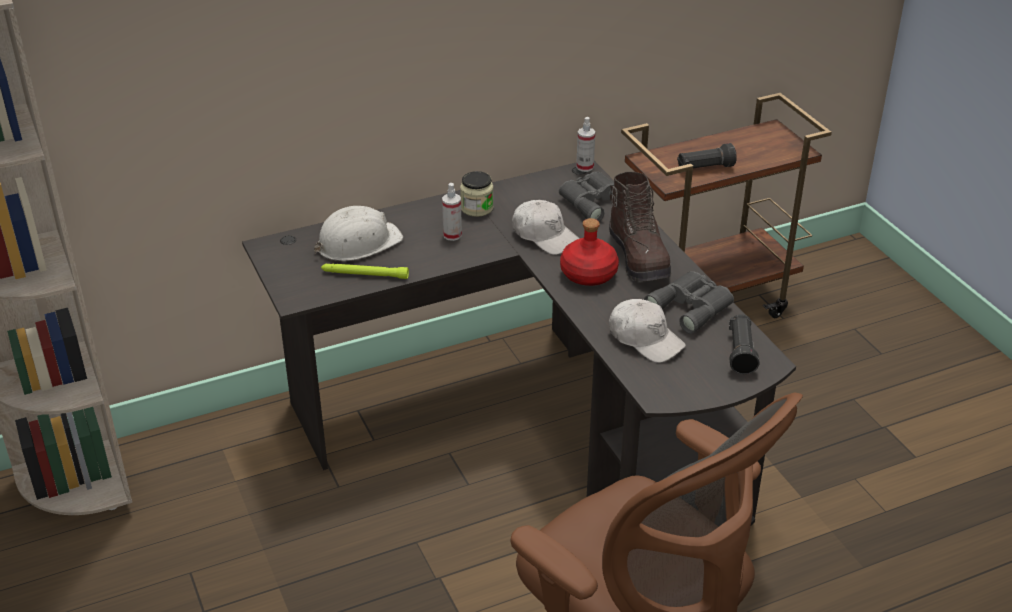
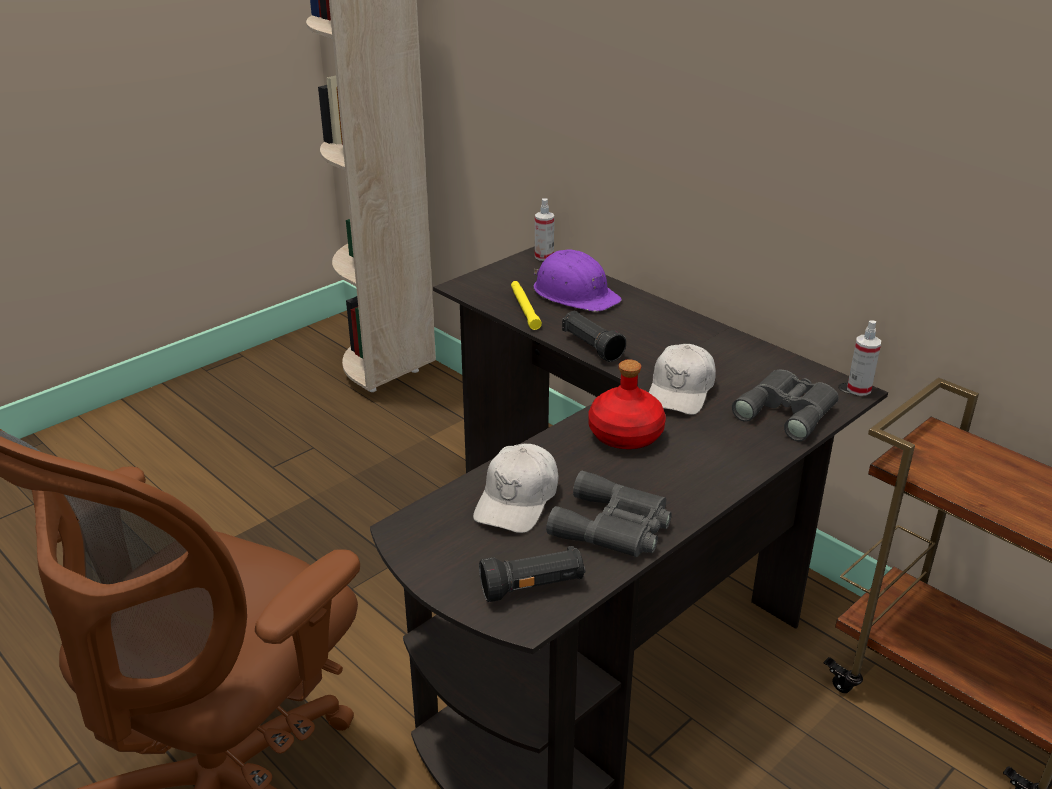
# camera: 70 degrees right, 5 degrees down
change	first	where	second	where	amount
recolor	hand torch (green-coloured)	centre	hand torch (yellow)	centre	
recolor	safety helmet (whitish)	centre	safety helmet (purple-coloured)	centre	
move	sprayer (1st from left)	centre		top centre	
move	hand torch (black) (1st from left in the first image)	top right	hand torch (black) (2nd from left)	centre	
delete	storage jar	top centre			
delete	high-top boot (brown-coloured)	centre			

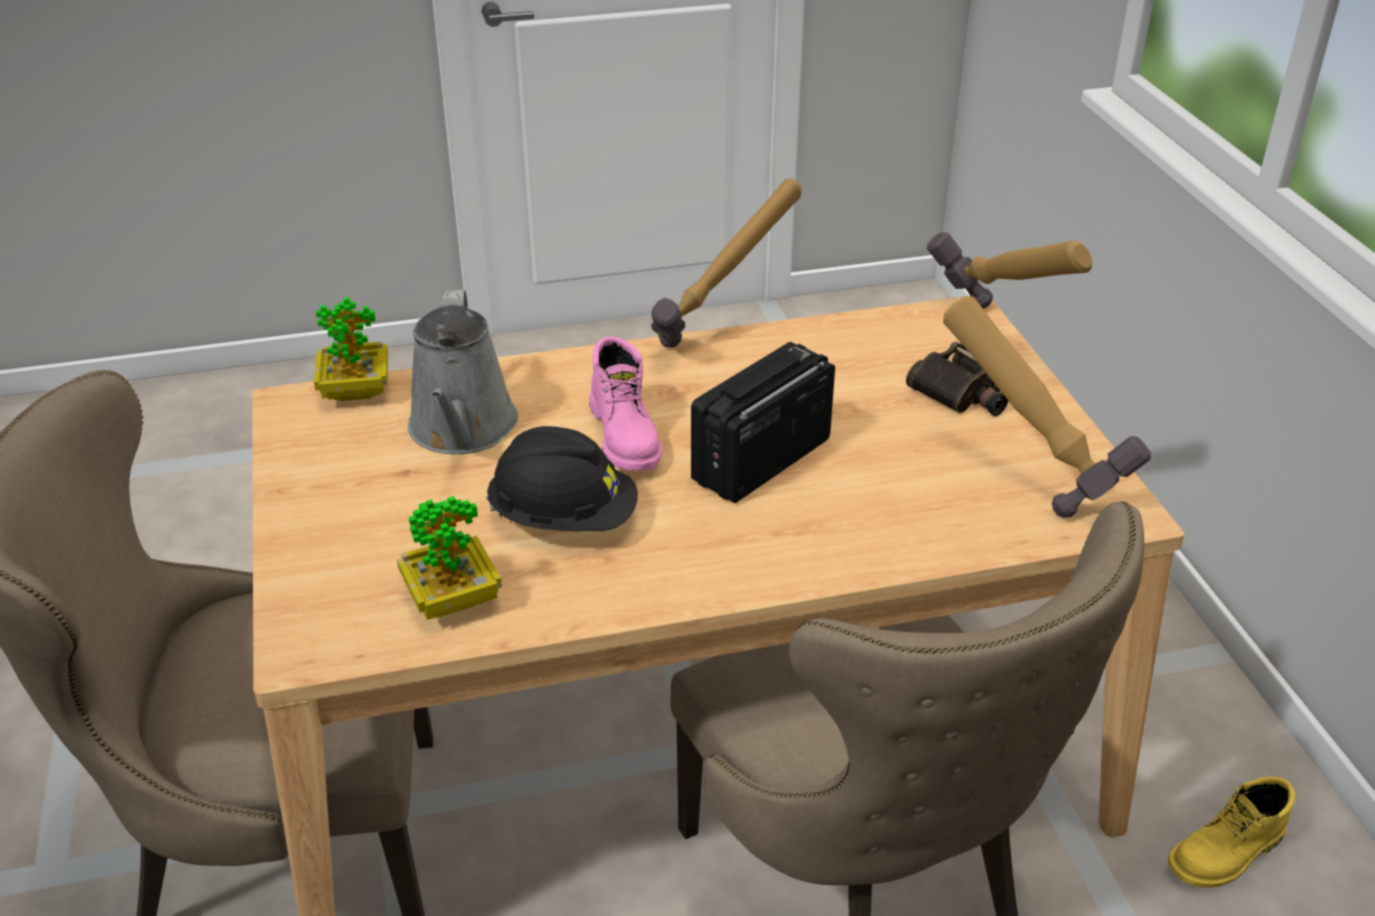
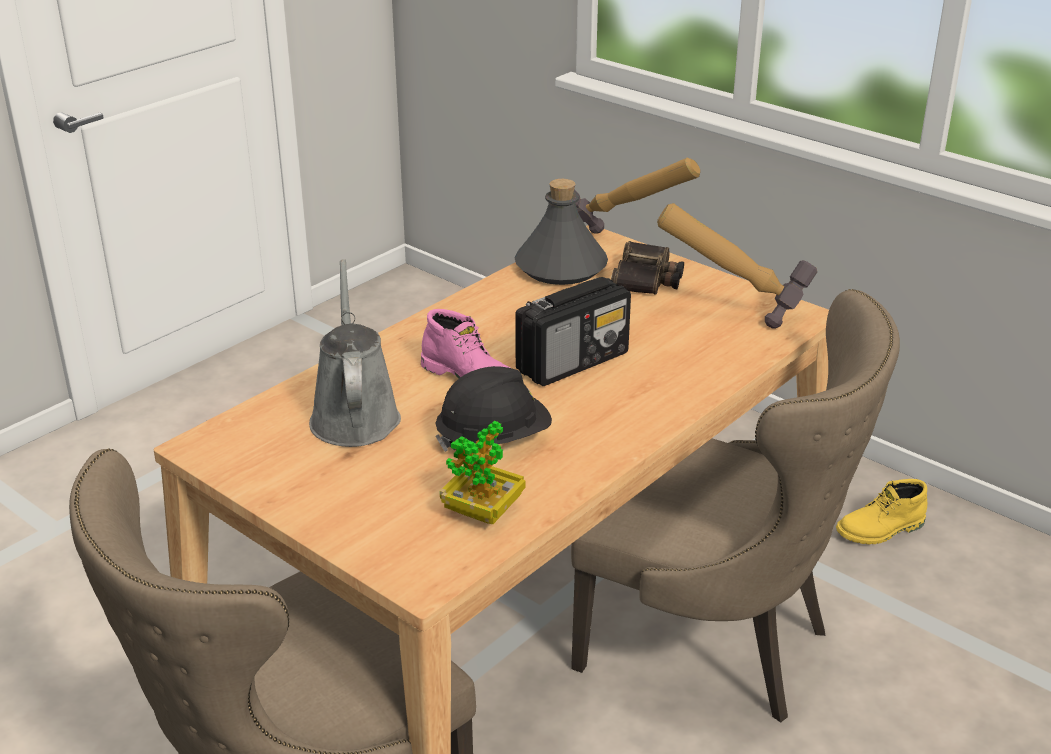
# camera: 35 degrees left, 5 degrees down
change	first	where	second	where	amount
rotate	sprinkling can (gray)	centre		centre	150 degrees counterclockwise
insert			bottle (gray)	top centre	
rotate	radio set	centre		centre	135 degrees counterclockwise
rotate	high-top boot (yellow)	bottom right		bottom right	45 degrees clockwise
delete	potted plant (1st from left)	middle left			
delete	hammer (1st from left)	top centre			

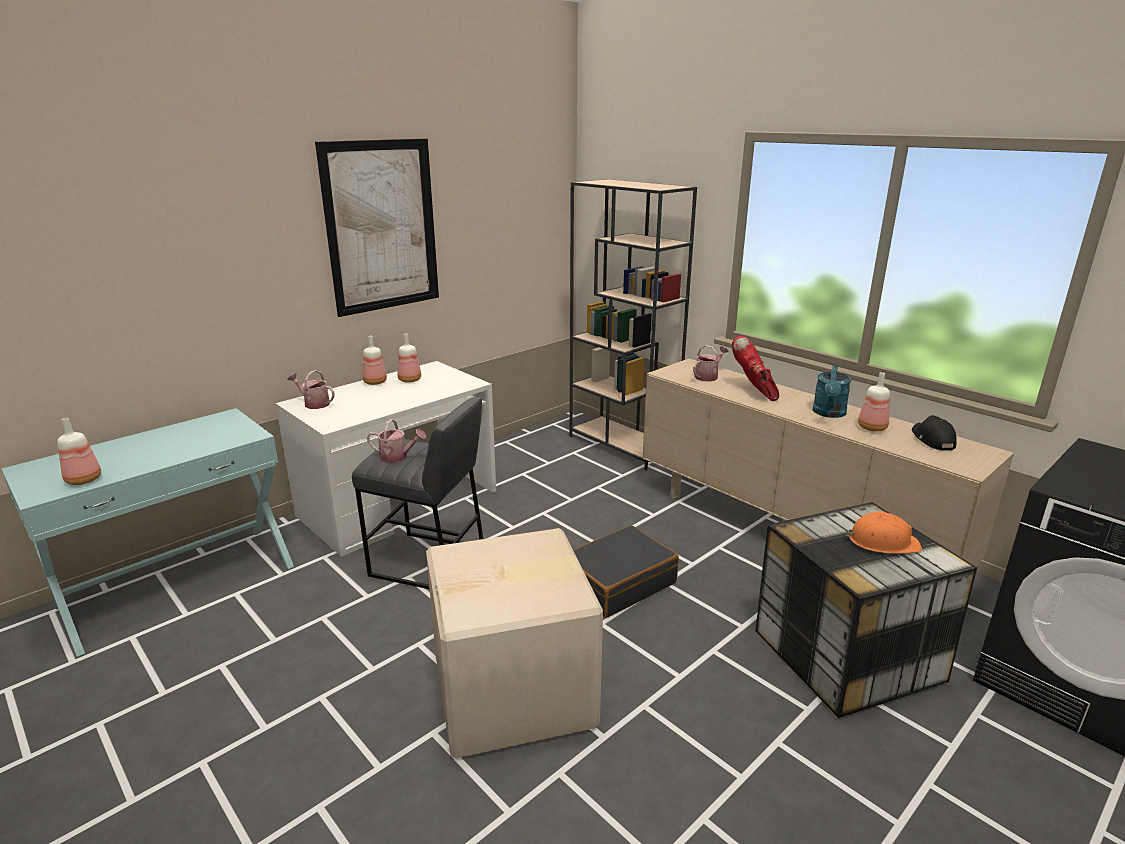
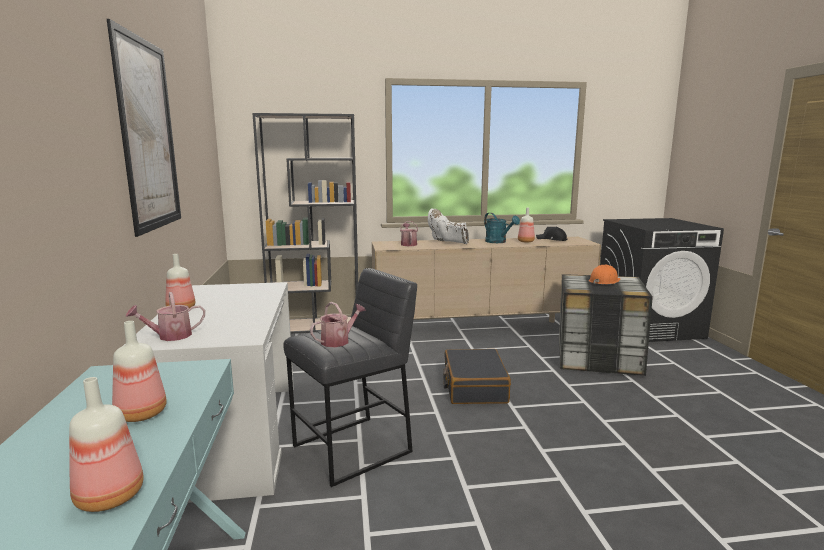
# camera: 55 degrees left, 10 degrees down
change	first	where	second	where	amount
move	bottle (3rd from left in the first image)	centre	bottle (2nd from left)	bottom left	
recolor	high-top boot (red-coloured)	middle right	high-top boot (whitish)	centre	
delete	packing box	bottom centre			

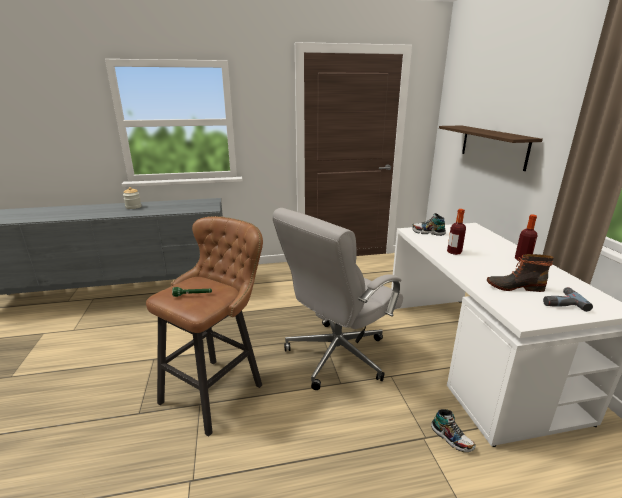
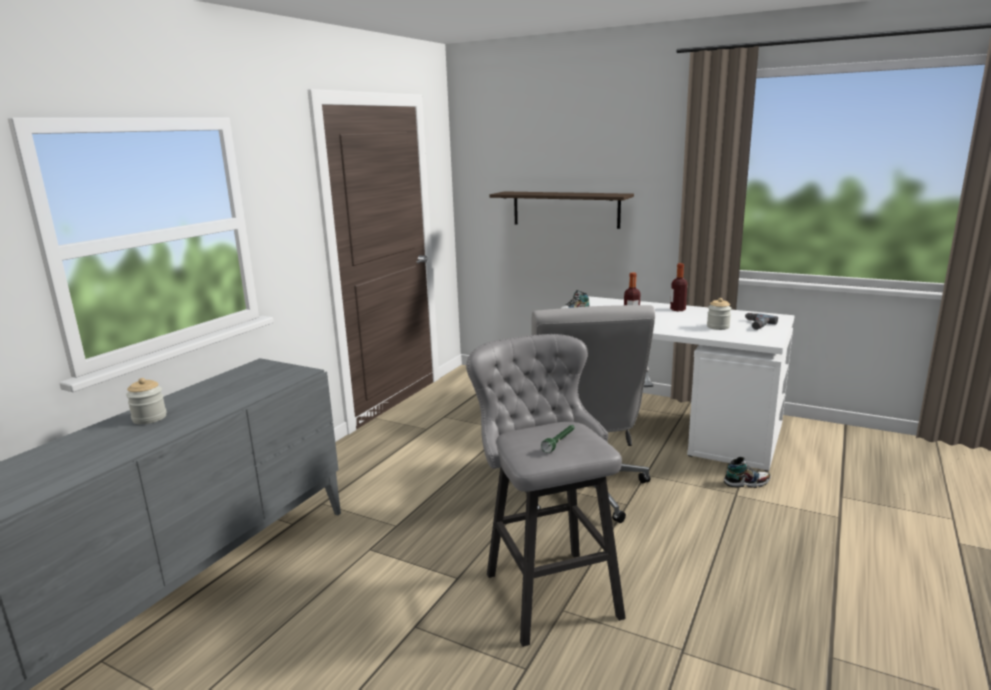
# camera: 50 degrees left, 5 degrees down
change	first	where	second	where	amount
recolor	sitting stool (brown-coloured)	middle left	sitting stool (gray)	bottom centre	
replace	high-top boot	middle right	storage jar (2nd from left)	middle right	

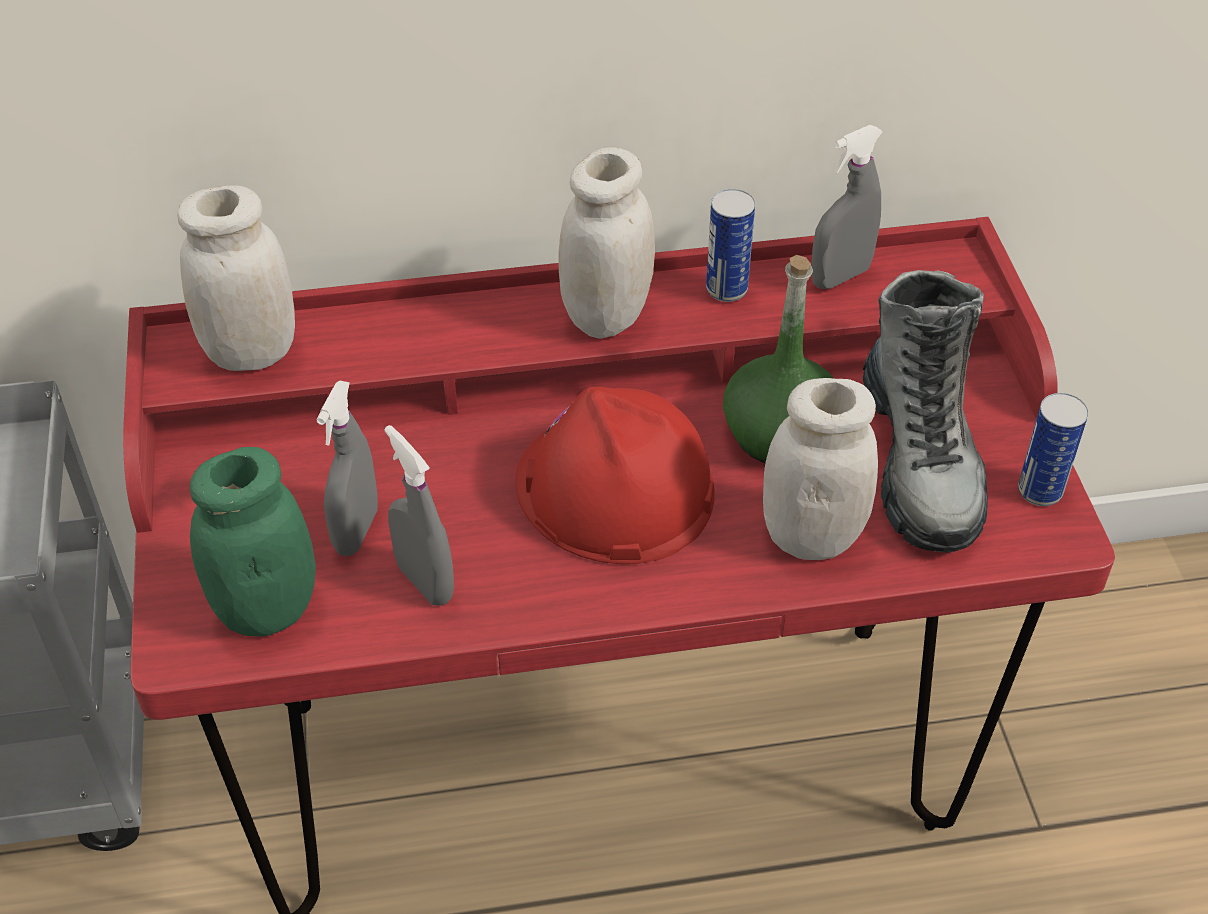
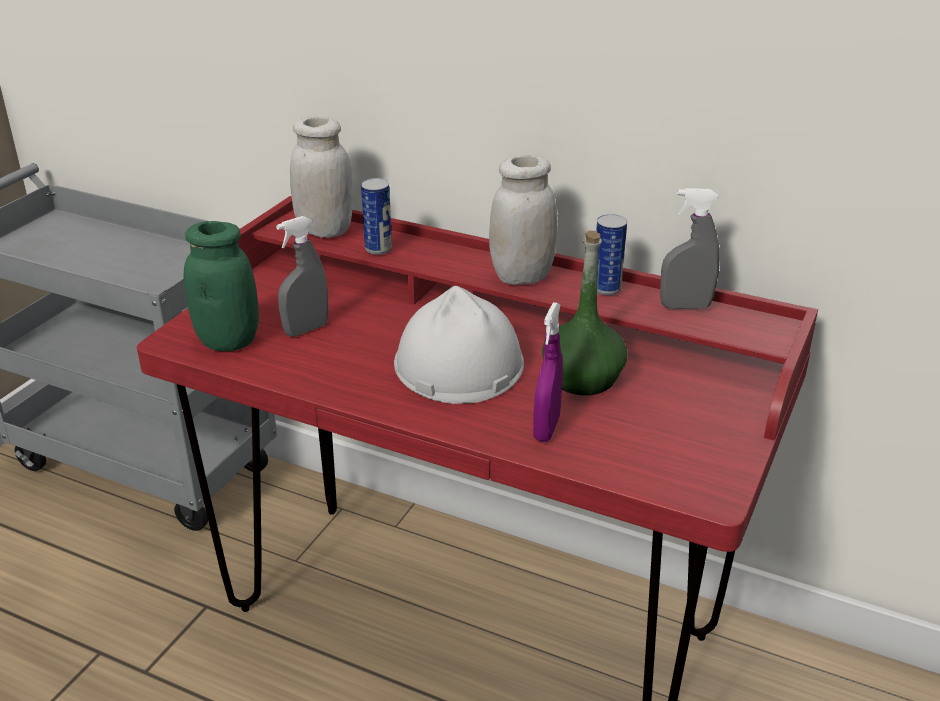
# camera: 35 degrees right, 15 degrees down
change	first	where	second	where	amount
move	can (2nd from left in the first image)	middle right	can (1st from left)	top centre	
recolor	safety helmet (red-coloured)	centre	safety helmet (whitish)	centre	
replace	storage jar (whitish) (3rd from left)	middle right	sprayer (purple-coloured)	centre	
delete	sprayer (gray) (2nd from left)	centre			
delete	high-top boot	middle right			

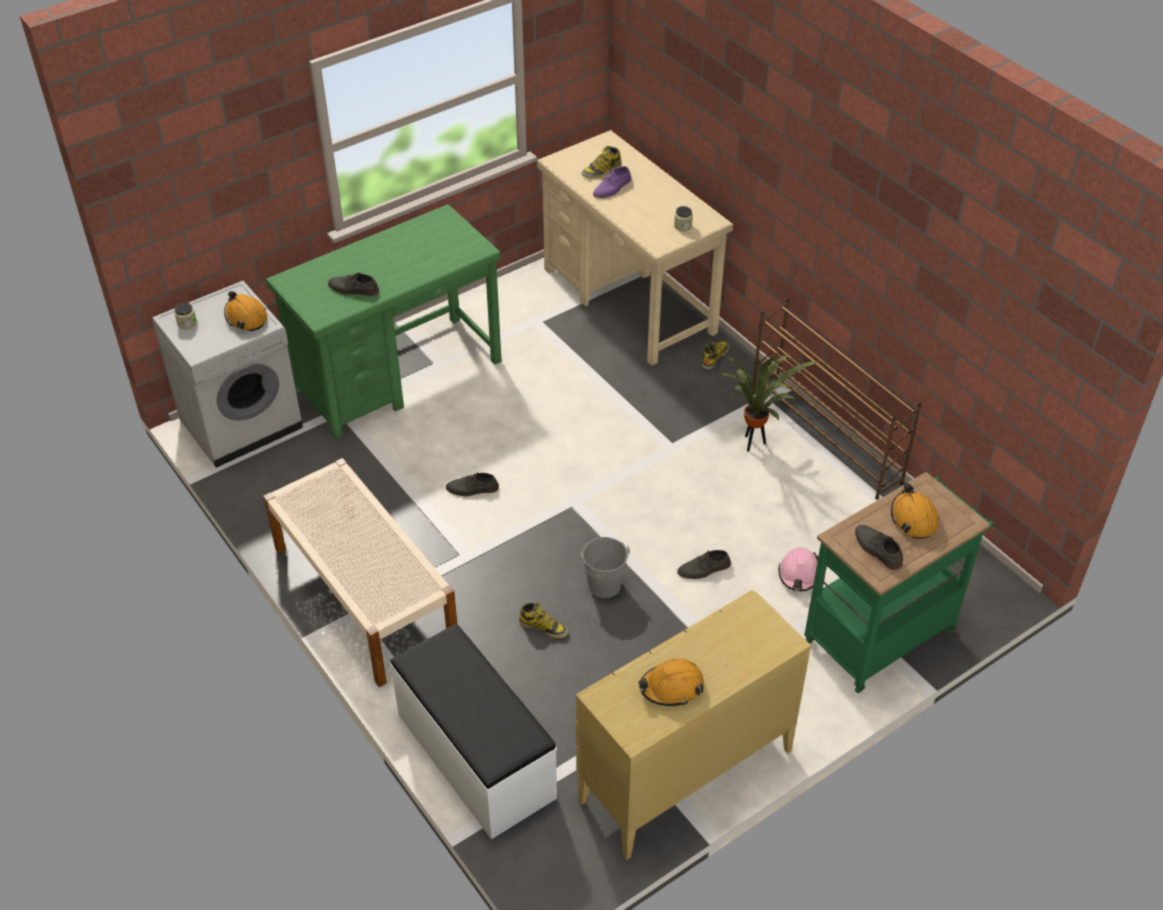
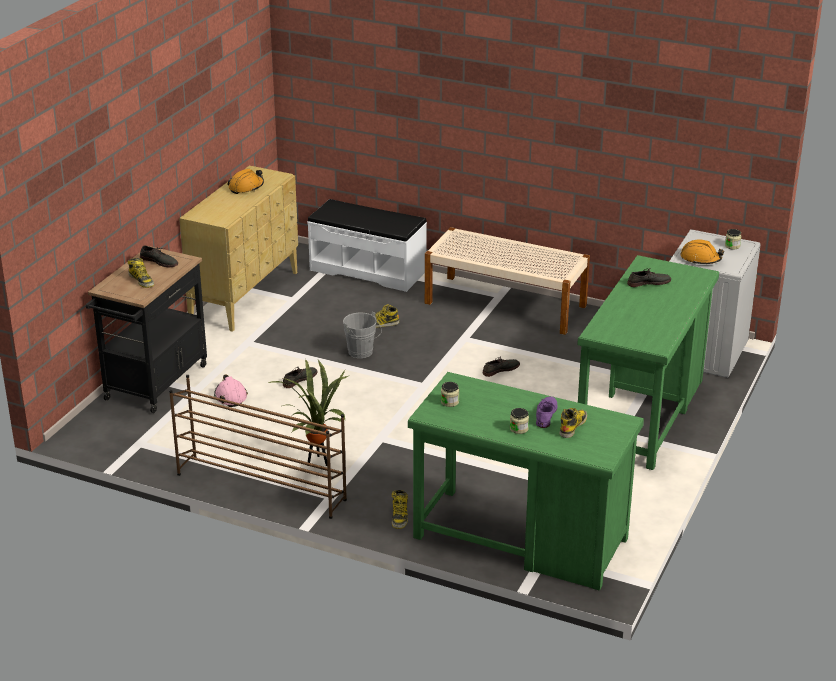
# camera: 150 degrees right, 15 degrees down
change	first	where	second	where	amount
recolor	cart (green-coloured)	middle right	cart (black)	middle left	
replace	safety helmet (orangey) (3rd from left)	middle right	high-top boot (1st from left)	middle left	
recolor	desk table (beige-coloured)	top centre	desk table (green-coloured) (1st from left)	bottom centre	
insert			storage jar (2nd from left)	centre	

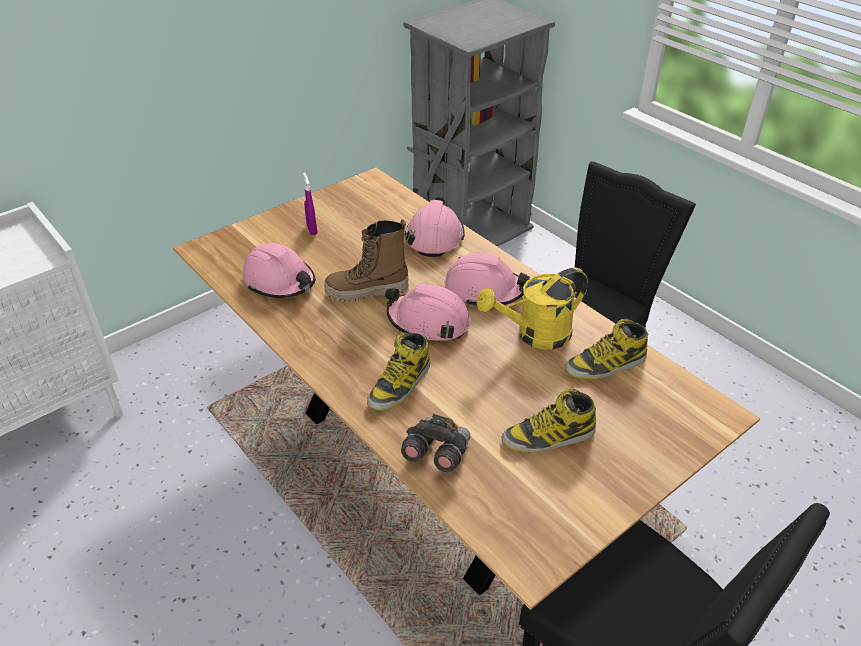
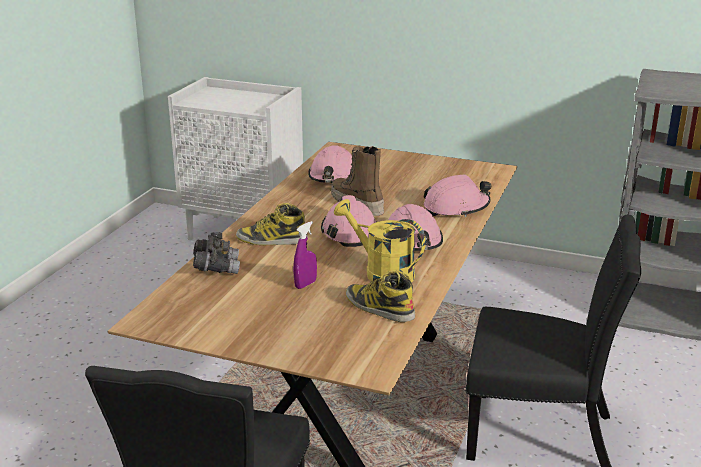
# camera: 60 degrees right, 15 degrees down
change	first	where	second	where	amount
move	sprayer (purple-coloured)	top centre		centre	
delete	high-top boot (3rd from left)	centre			

